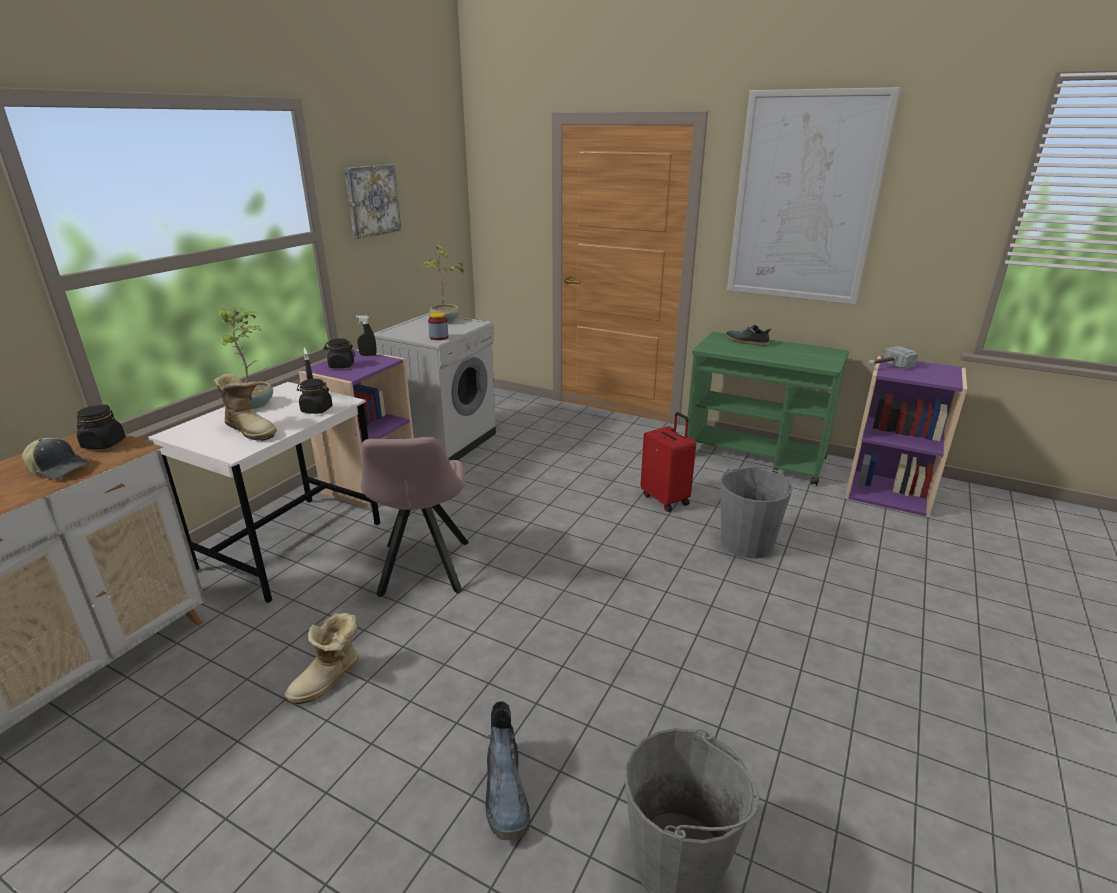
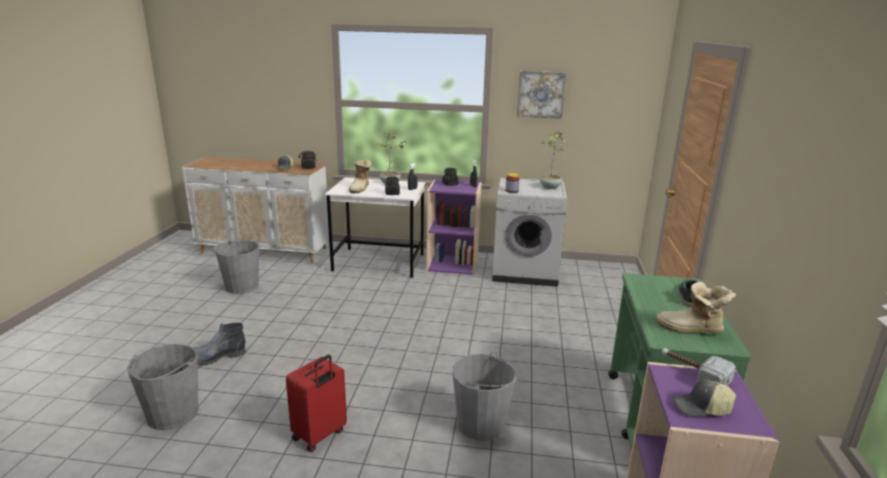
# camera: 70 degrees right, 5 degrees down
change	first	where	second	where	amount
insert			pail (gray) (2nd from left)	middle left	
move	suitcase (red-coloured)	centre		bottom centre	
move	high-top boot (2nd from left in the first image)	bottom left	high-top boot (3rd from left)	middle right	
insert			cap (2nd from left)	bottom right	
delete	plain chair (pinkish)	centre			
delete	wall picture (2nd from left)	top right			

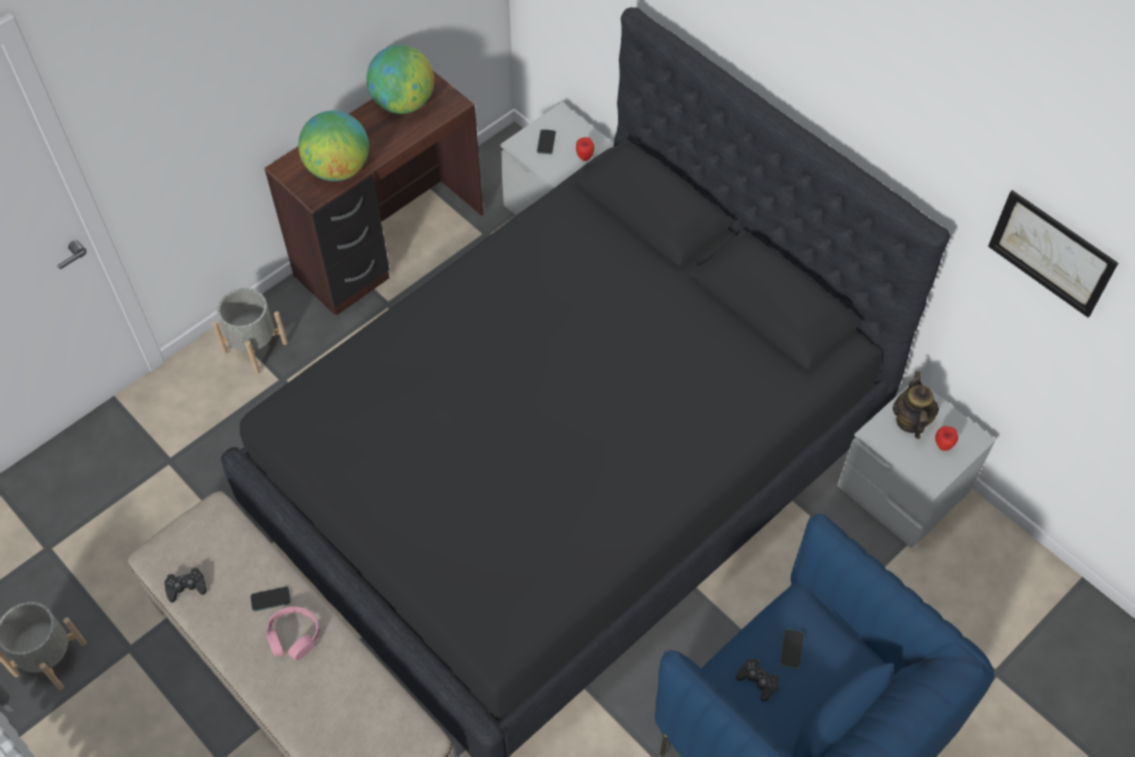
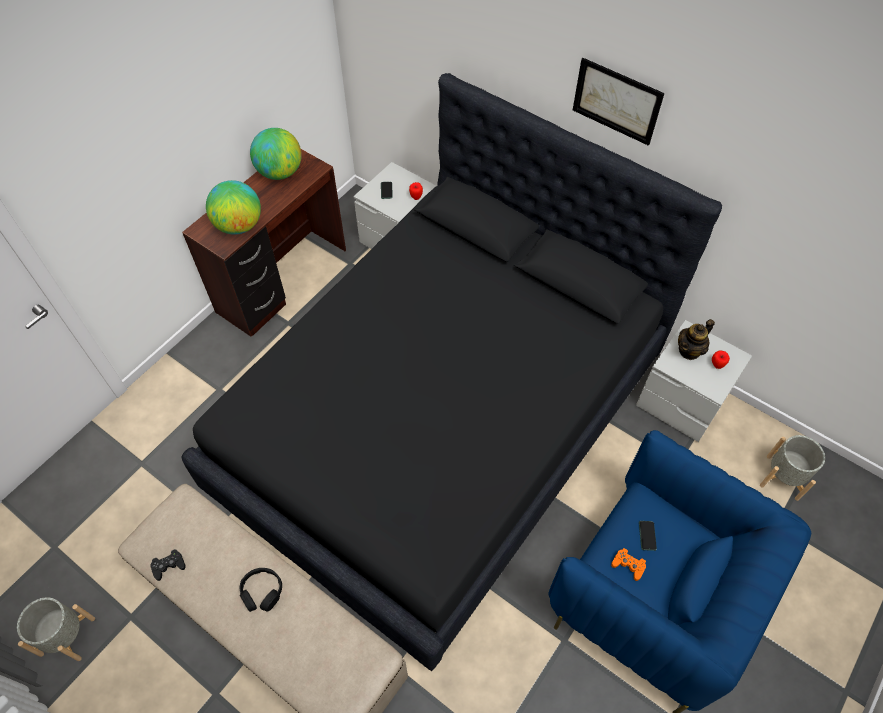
# camera: 10 degrees left, 0 degrees up
change	first	where	second	where	amount
recolor	pair of headphones (pinkish)	bottom left	pair of headphones (black)	bottom left	
move	wall picture	middle right		top right	
recolor	game controller (black) (2nd from left)	bottom right	game controller (orangey)	bottom right	
rotate	pot for tea	middle right		middle right	120 degrees counterclockwise
move	planter (gray) (2nd from left)	middle left		middle right	
delete	telephone (1st from left)	bottom left			

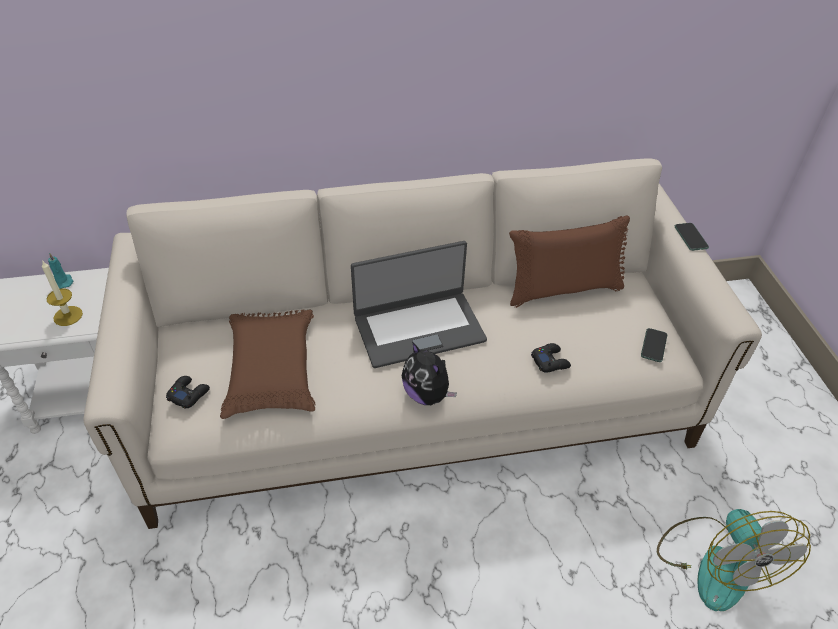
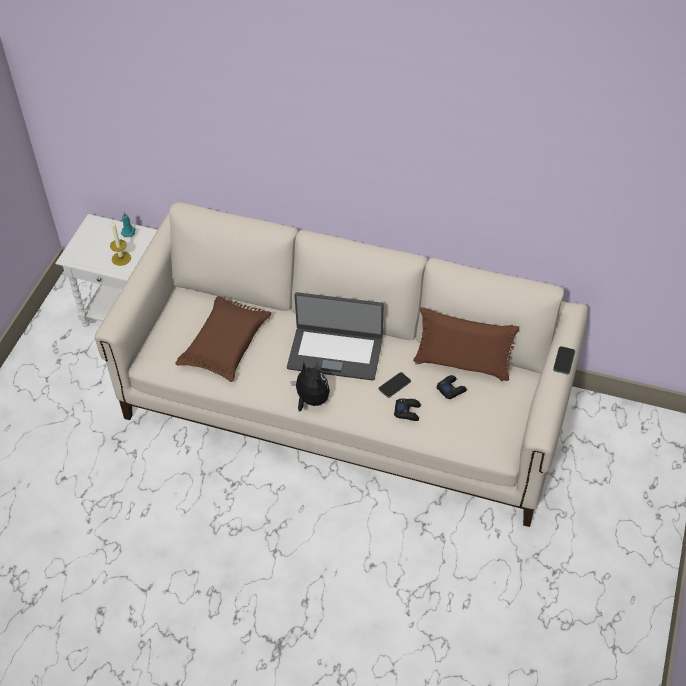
# camera: 30 degrees right, 5 degrees up
change	first	where	second	where	amount
rotate	cuddly toy	centre		centre	150 degrees clockwise
move	telephone (1st from left)	middle right		centre	
move	game controller (black) (1st from left in the first image)	middle left	game controller (black) (2nd from left)	centre	
delete	electric fan	bottom right			

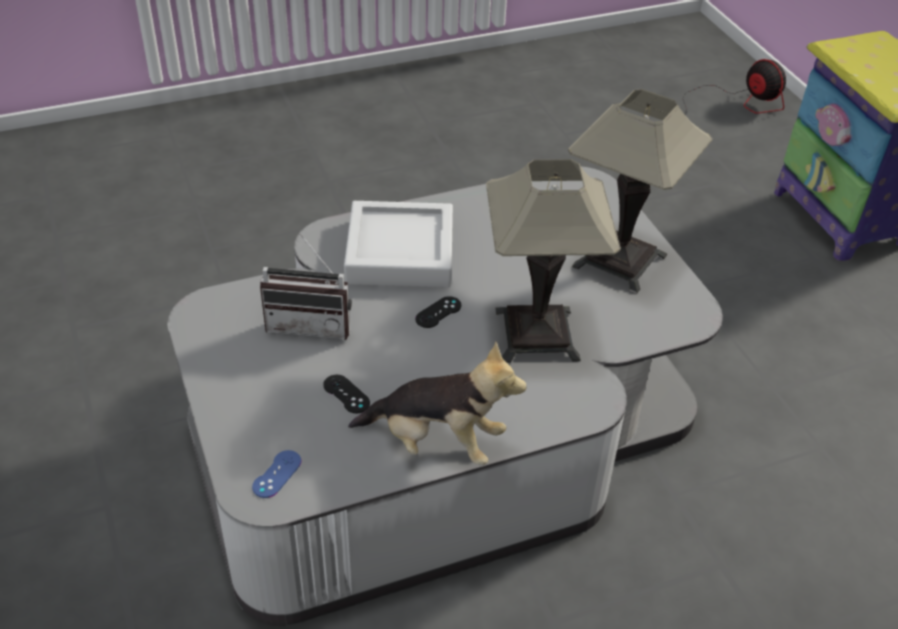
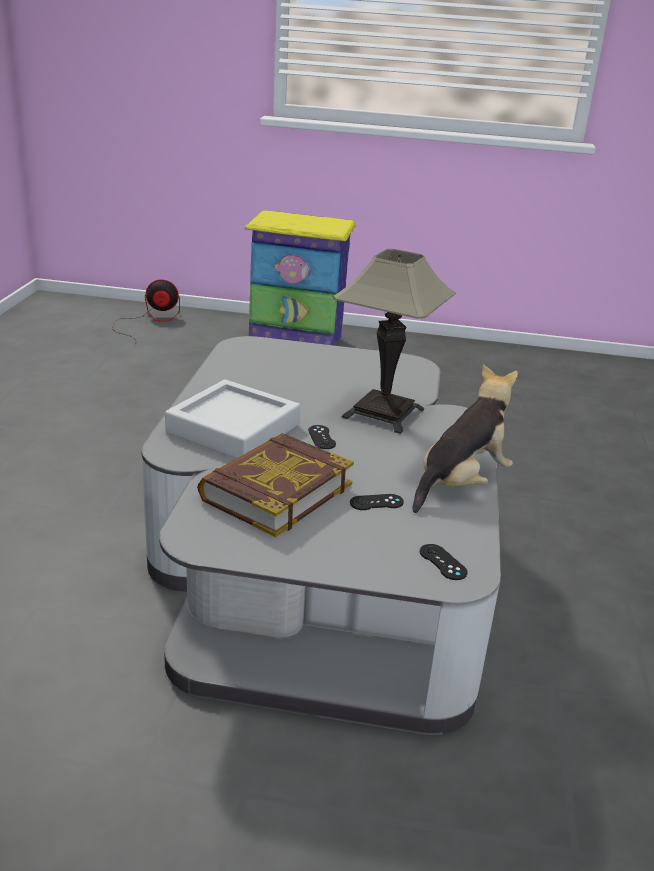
# camera: 60 degrees left, 15 degrees down
change	first	where	second	where	amount
replace	radio set	centre	bound book	centre	
recolor	game controller (blue)	bottom left	game controller (black) (3rd from left)	middle right	
delete	table lamp (2nd from left)	top right			

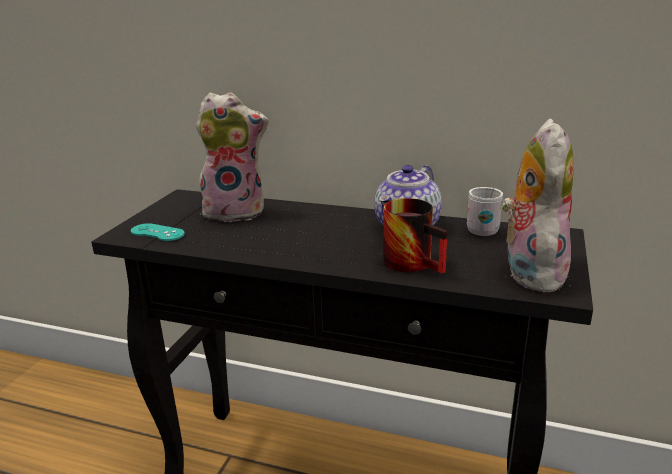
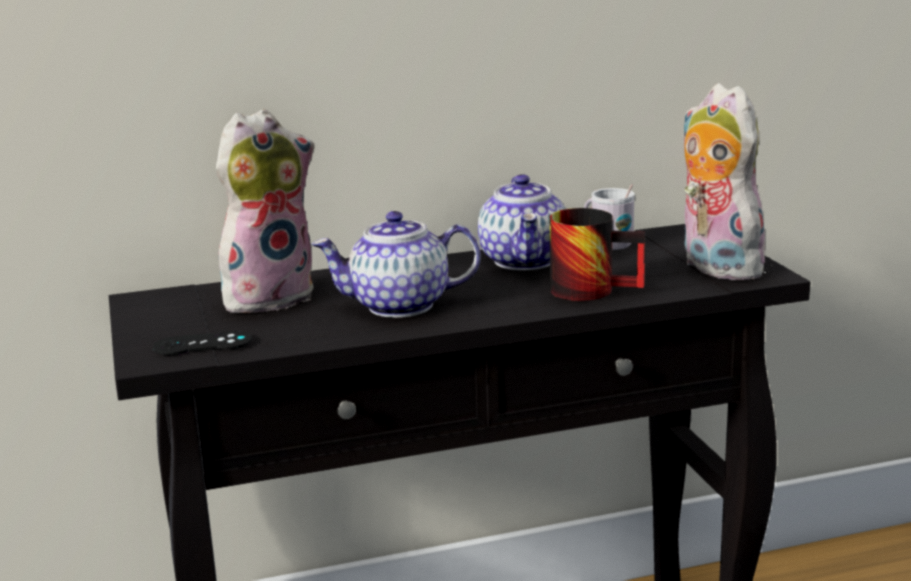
# camera: 35 degrees left, 5 degrees down
change	first	where	second	where	amount
recolor	game controller (turquoise)	middle left	game controller (black)	middle left	
insert			pot for tea (1st from left)	centre	

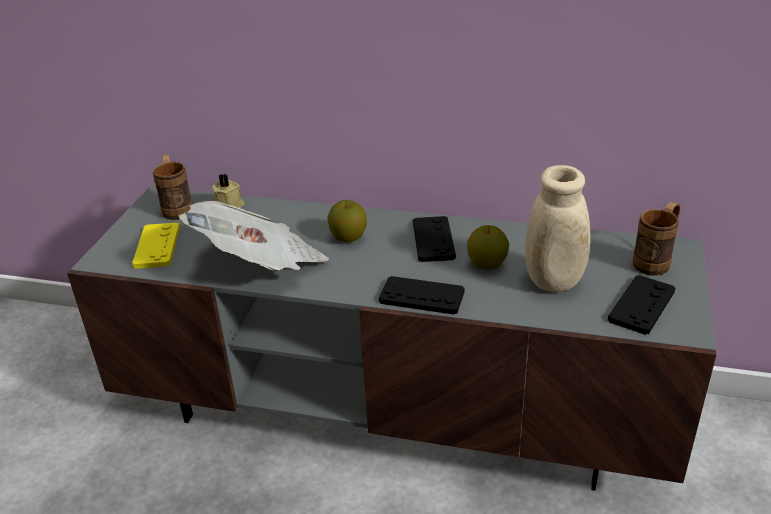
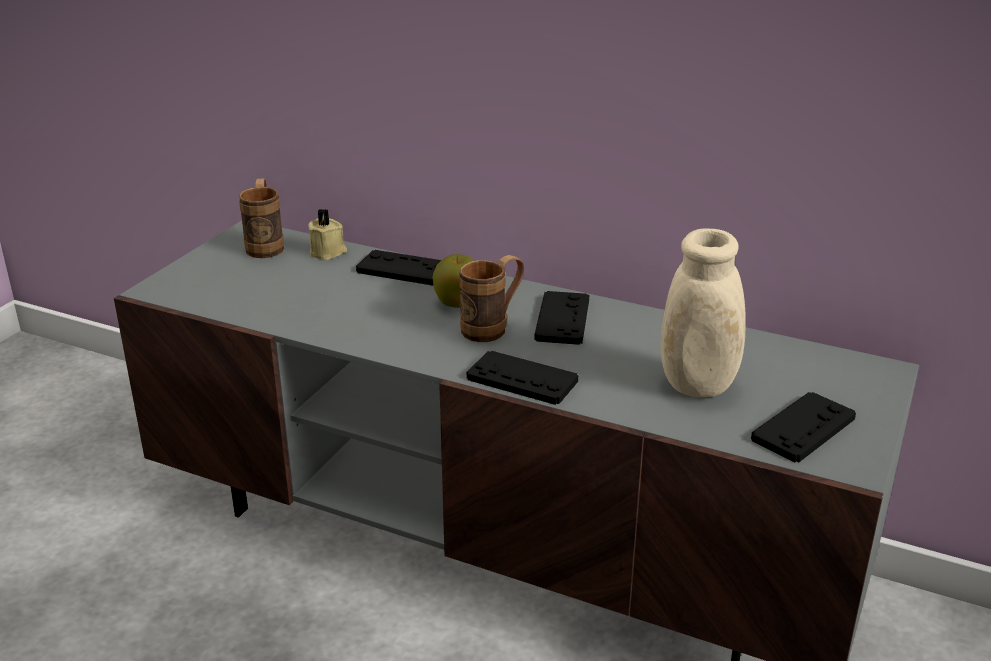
# camera: 10 degrees right, 5 degrees down
change	first	where	second	where	amount
insert			game controller (black) (1st from left)	centre	
move	tea mug (brown-coloured) (2nd from left)	middle right		centre	
delete	game controller (yellow)	middle left			
delete	newspaper	middle left			
delete	apple fruit (2nd from left)	centre			

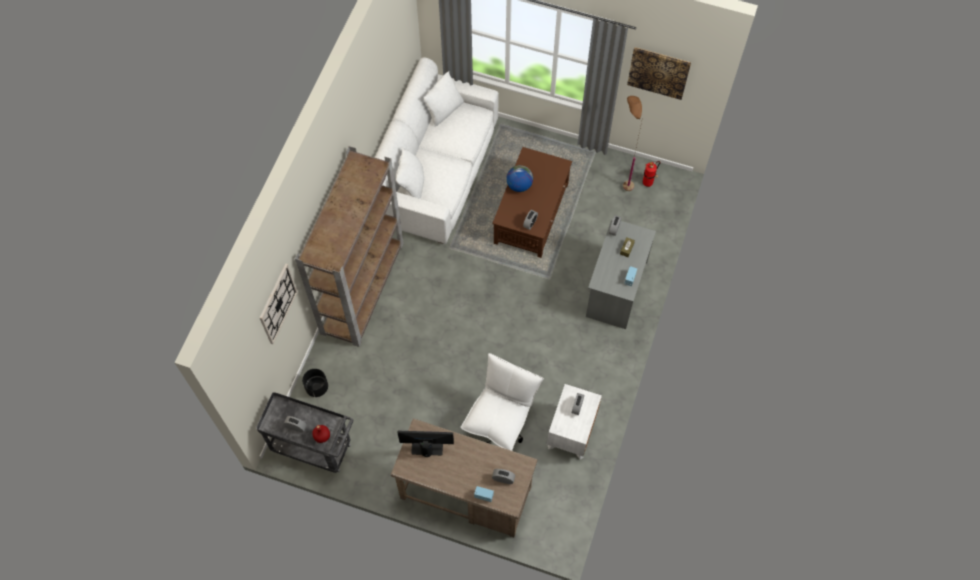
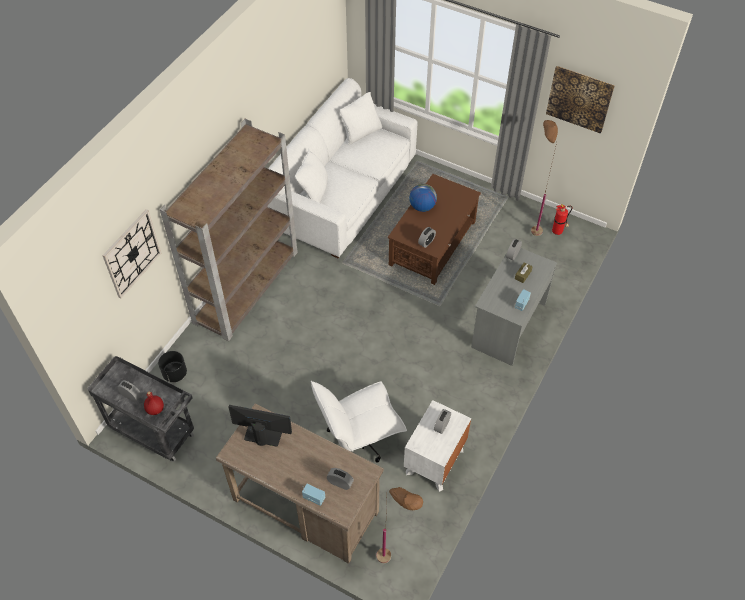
# camera: 10 degrees right, 10 degrees down
change	first	where	second	where	amount
rotate	office chair (whitish)	bottom centre		bottom centre	150 degrees counterclockwise
insert			floor lamp (brown-coloured) (1st from left)	bottom centre	

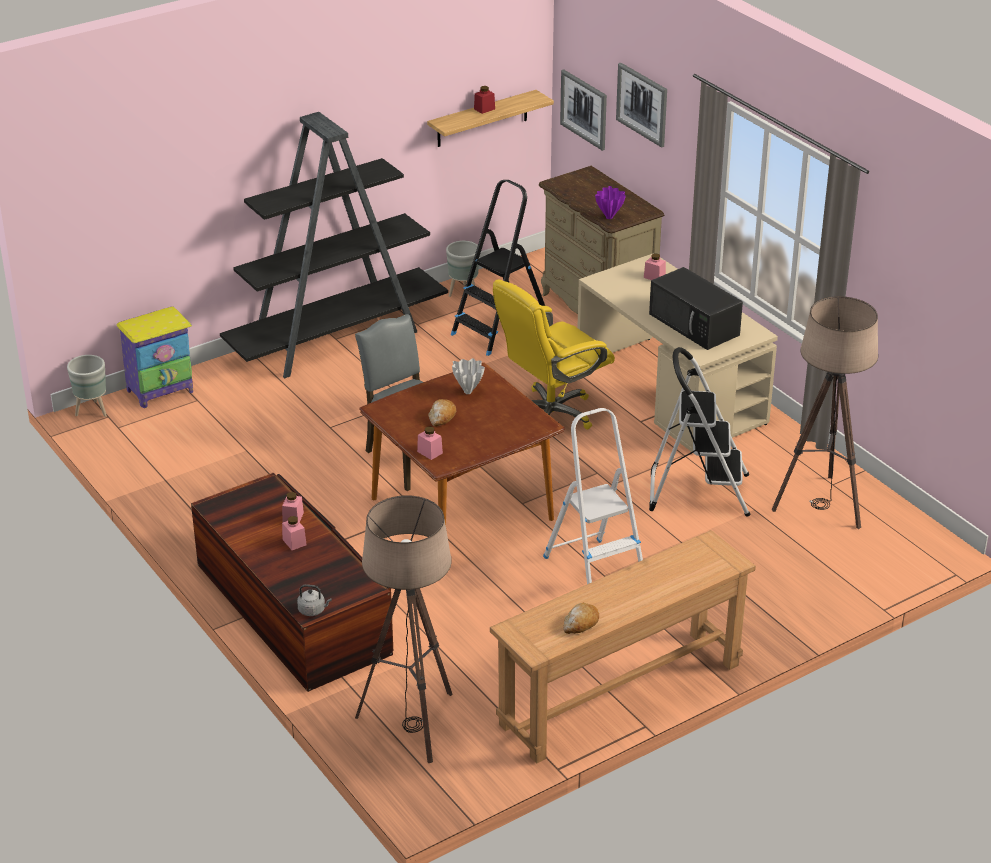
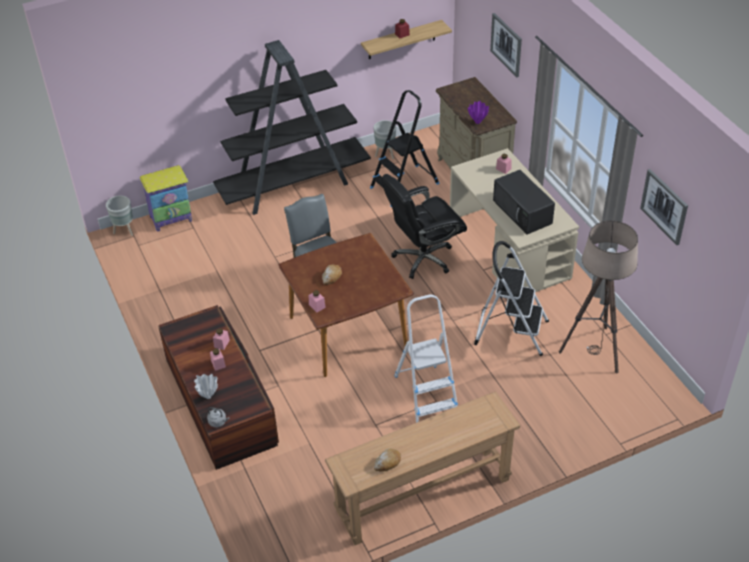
# camera: 10 degrees right, 10 degrees up
change	first	where	second	where	amount
move	flower vase (whitish)	centre		bottom left	
recolor	office chair (yellow)	centre	office chair (black)	centre	
move	wall picture (1st from left in the first image)	top centre	wall picture (2nd from left)	middle right	
delete	floor lamp (1st from left)	bottom centre			

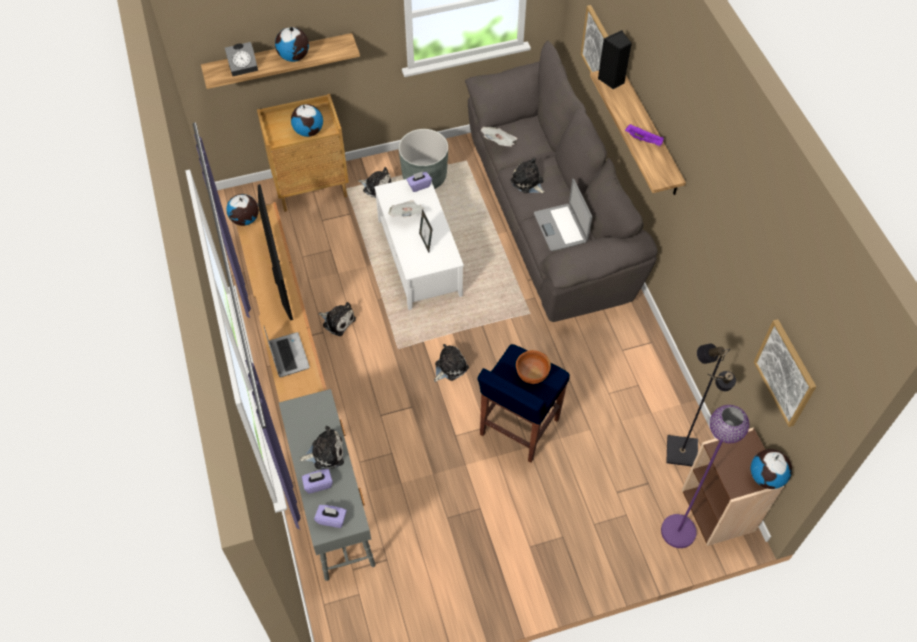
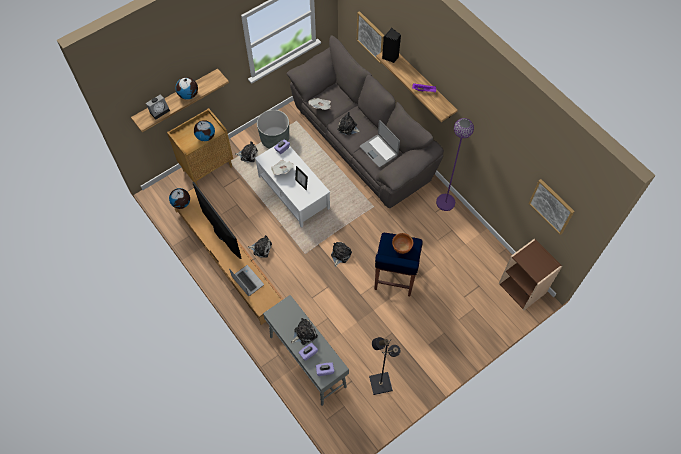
# camera: 20 degrees left, 5 degrees up
change	first	where	second	where	amount
move	floor lamp (black)	middle right		bottom centre	
move	floor lamp (purple-coloured)	bottom right		middle right	
delete	globe (4th from left)	bottom right			

